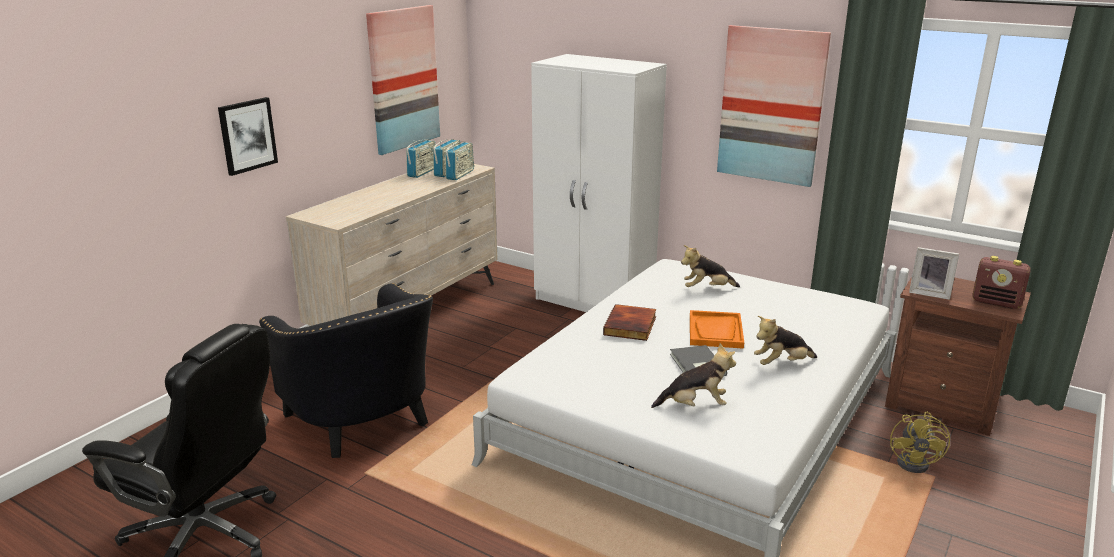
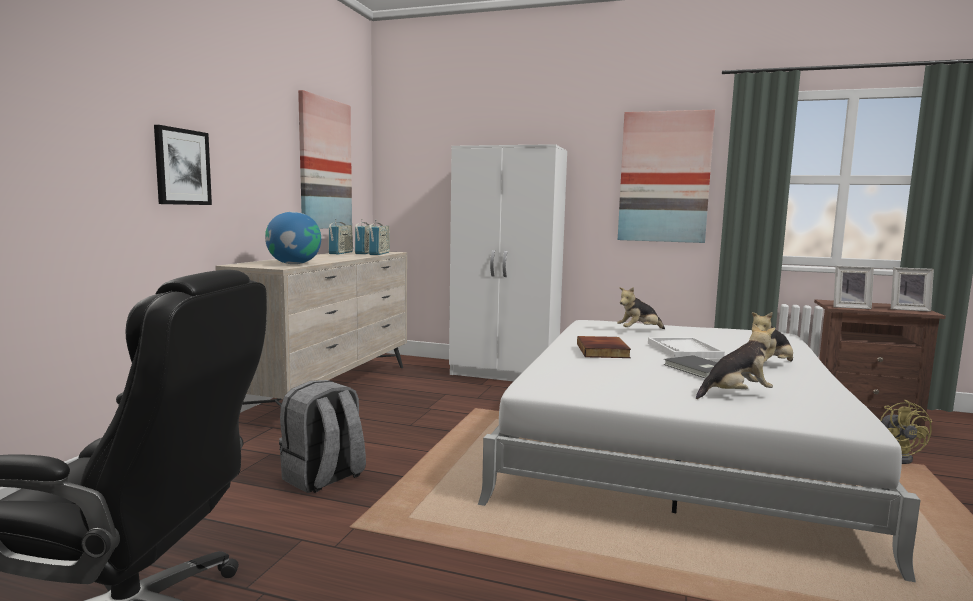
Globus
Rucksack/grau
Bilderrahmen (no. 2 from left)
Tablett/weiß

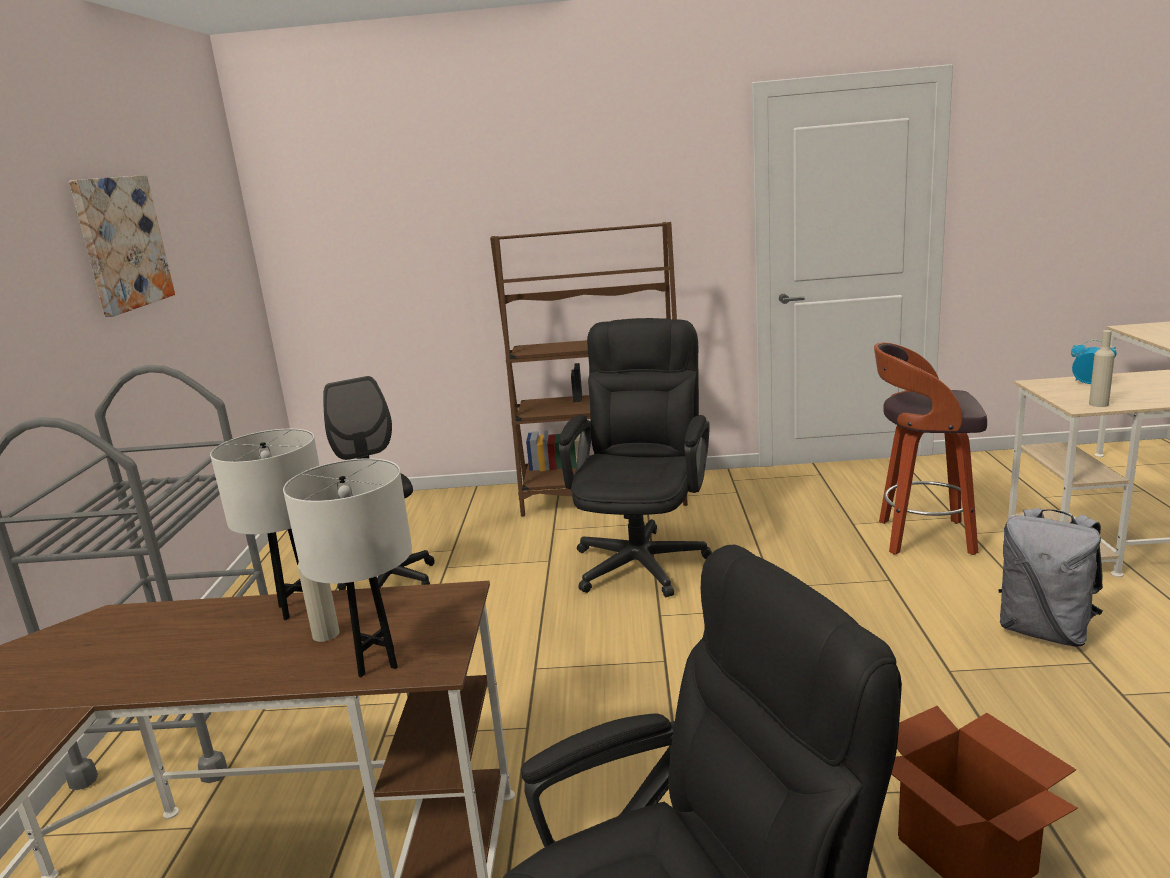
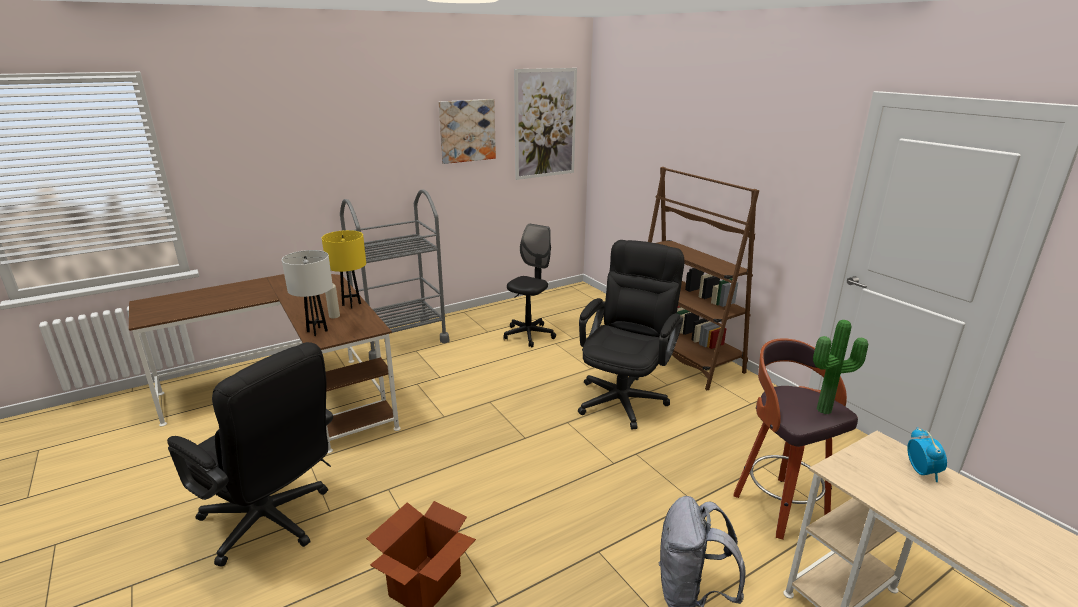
Flasche/beige (no. 2 from left in the first image)
Bild (no. 2 from left)
Topfpflanze
Tischlampe/gelb
Bürostuhl/schwarz (no. 3 from left)

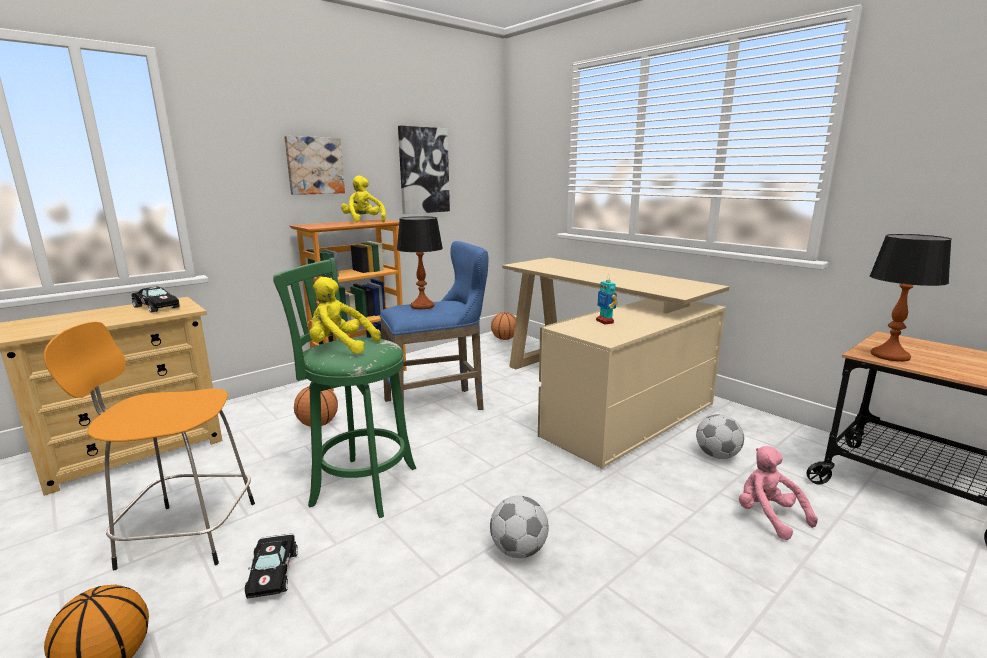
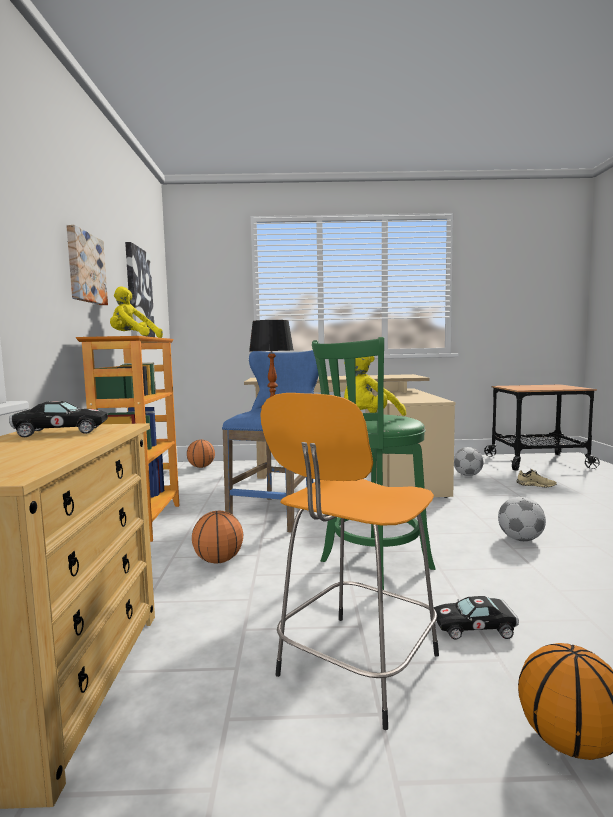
Spielzeugroboter
Tischlampe (no. 2 from left in the first image)
Schuh/beige
Spielzeugauto/schwarz (no. 2 from left)

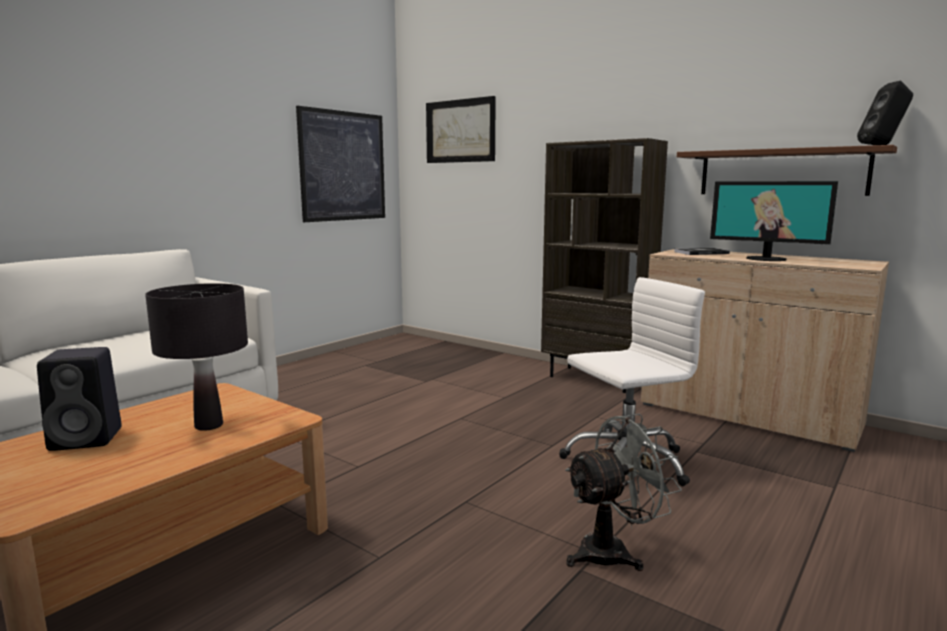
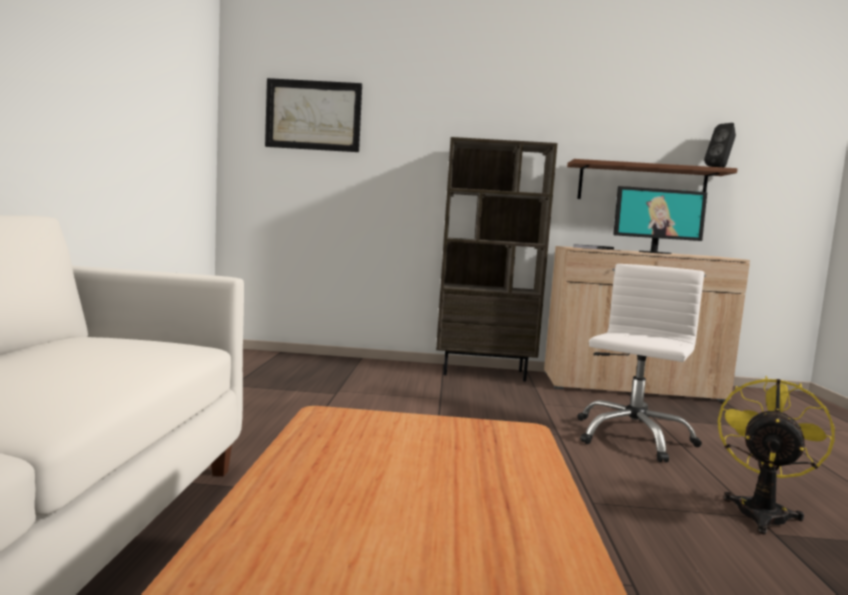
Lautsprecher/schwarz (no. 1 from left in the first image)
Tischlampe/schwarz
Bild (no. 1 from left in the first image)
Ventilator/gelb

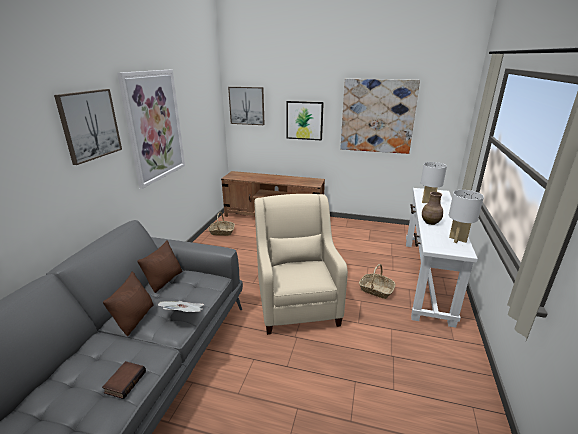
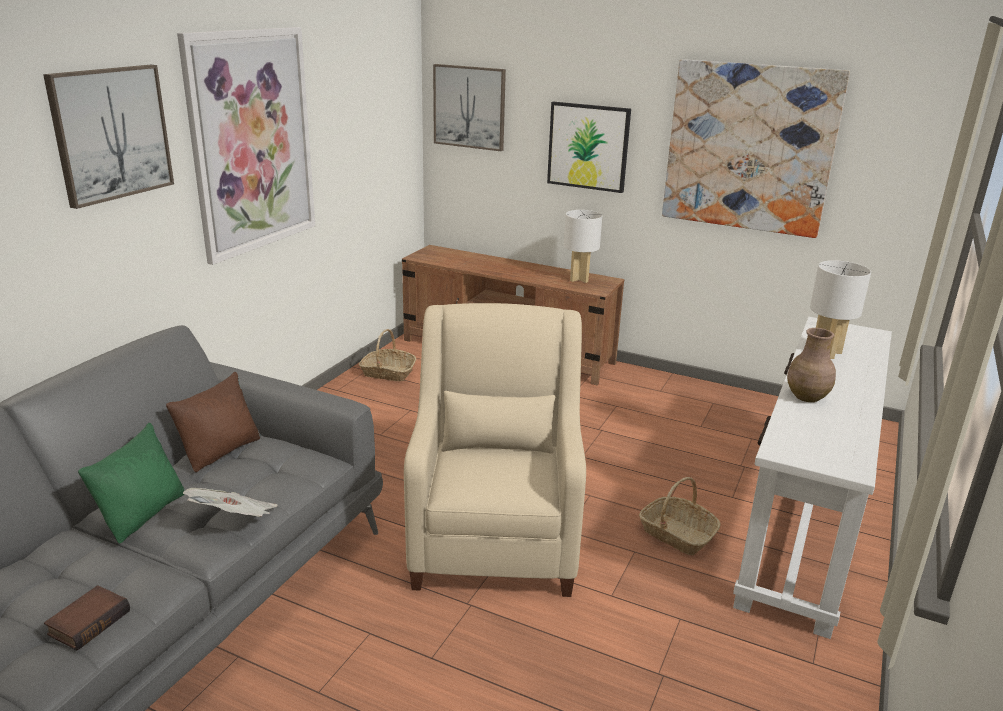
Tischlampe/weiß (no. 1 from left)
Kissen/grün

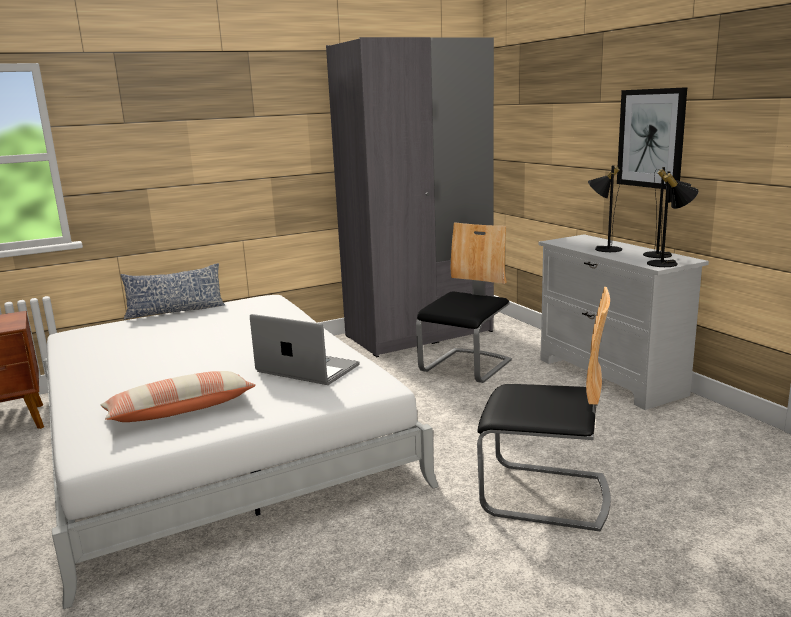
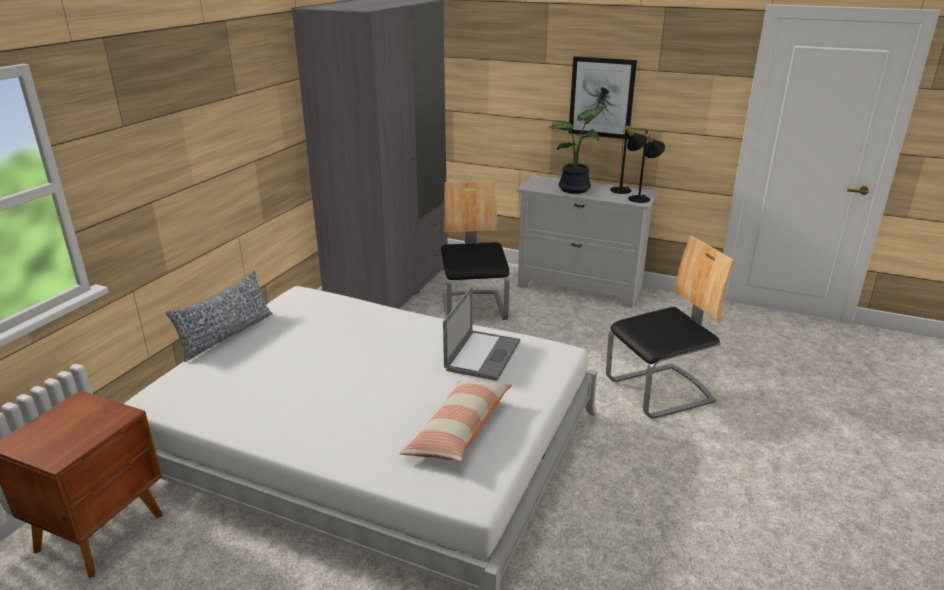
Topfpflanze
Laptop

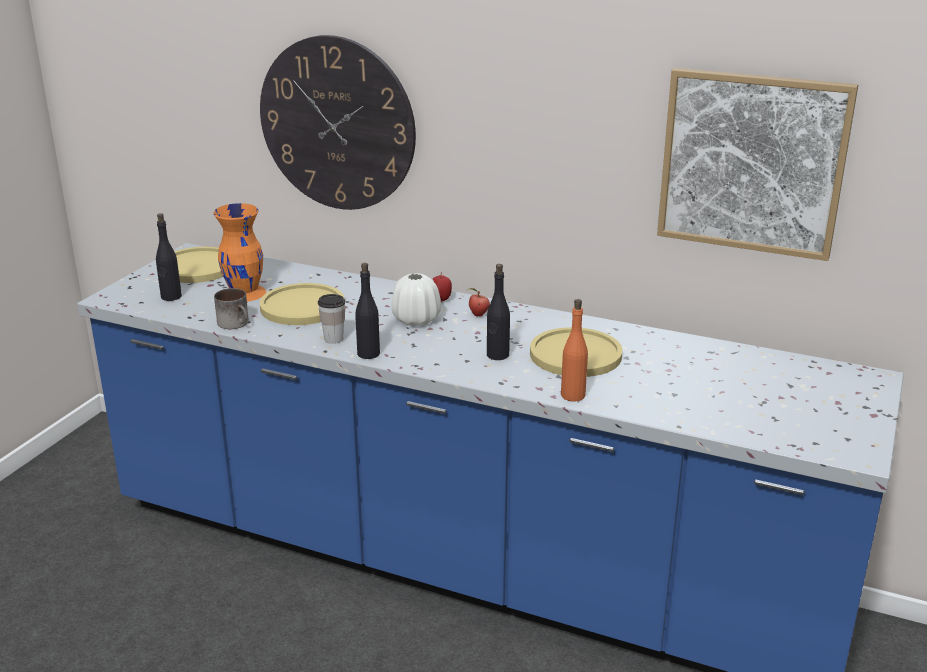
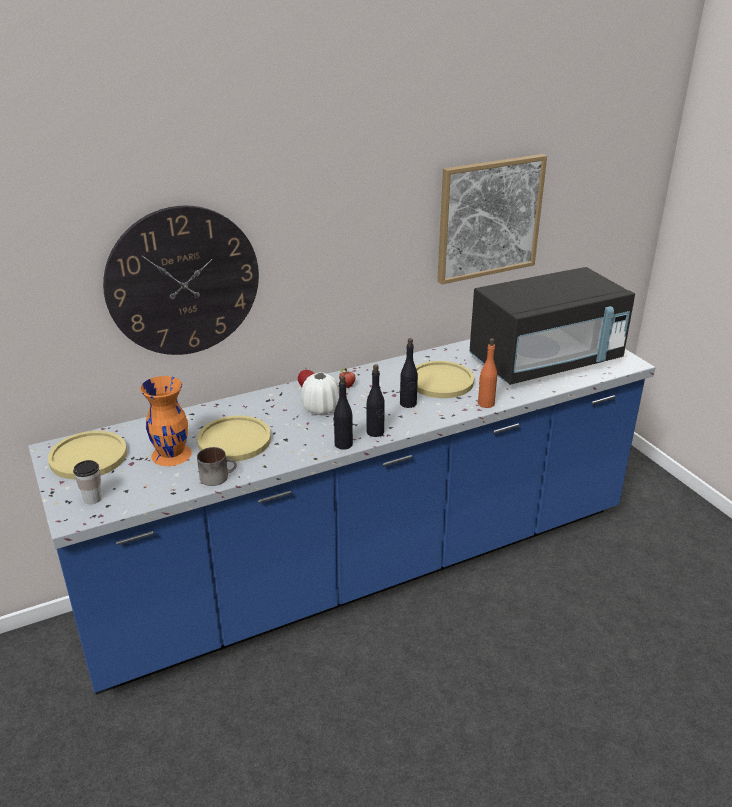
Mikrowelle/schwarz
Flasche/schwarz (no. 2 from left)
Tasse

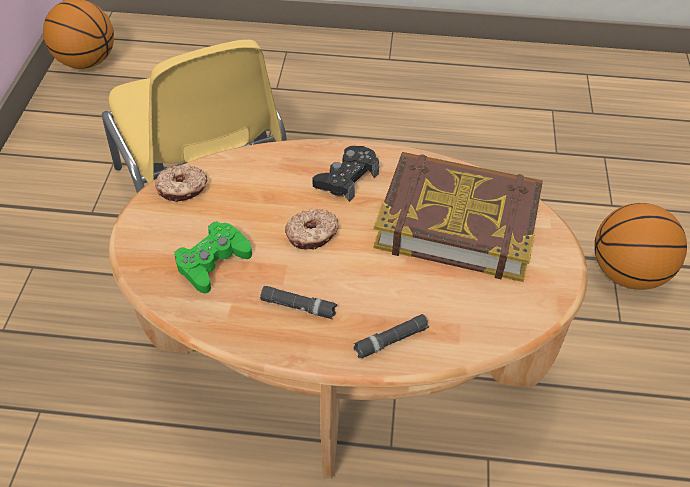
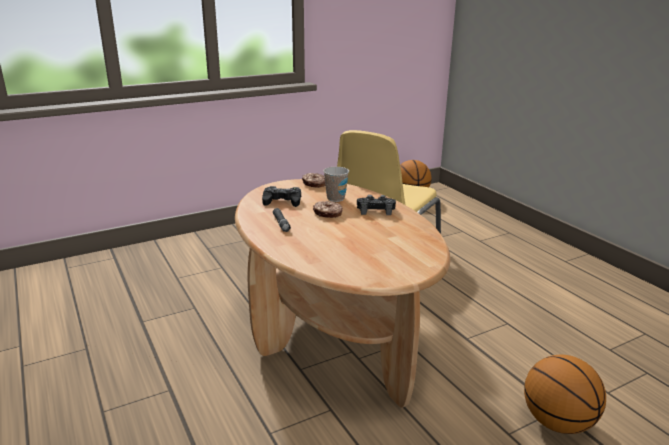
Taschenlampe/schwarz (no. 2 from left in the first image)
Buch
Tasse
Gamepad/schwarz (no. 1 from left)

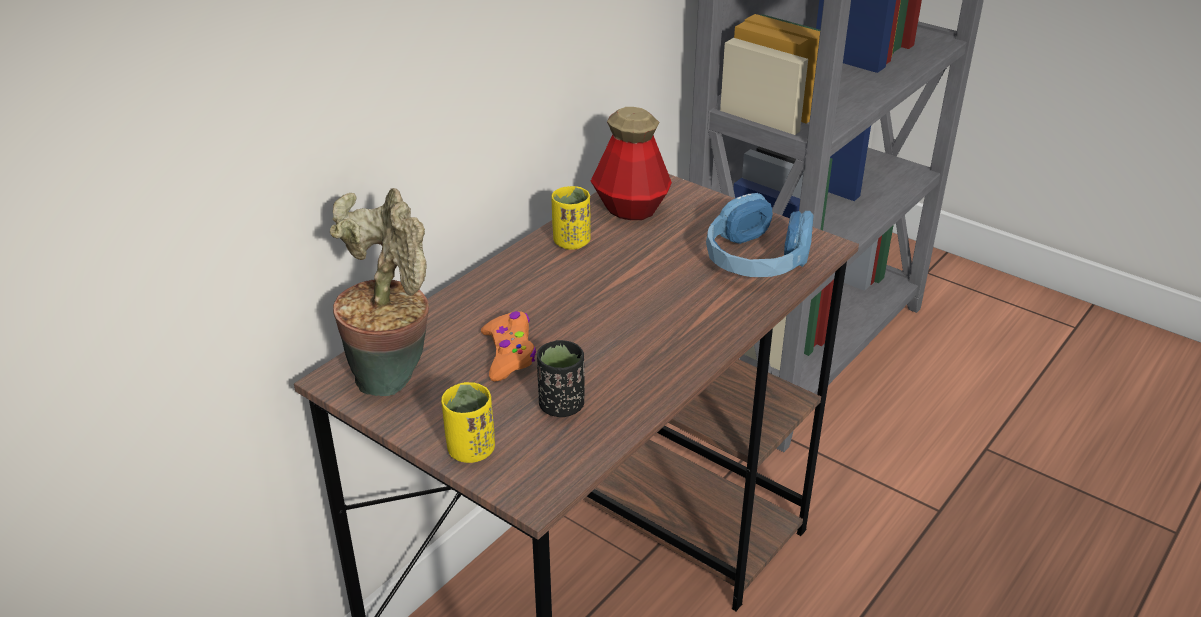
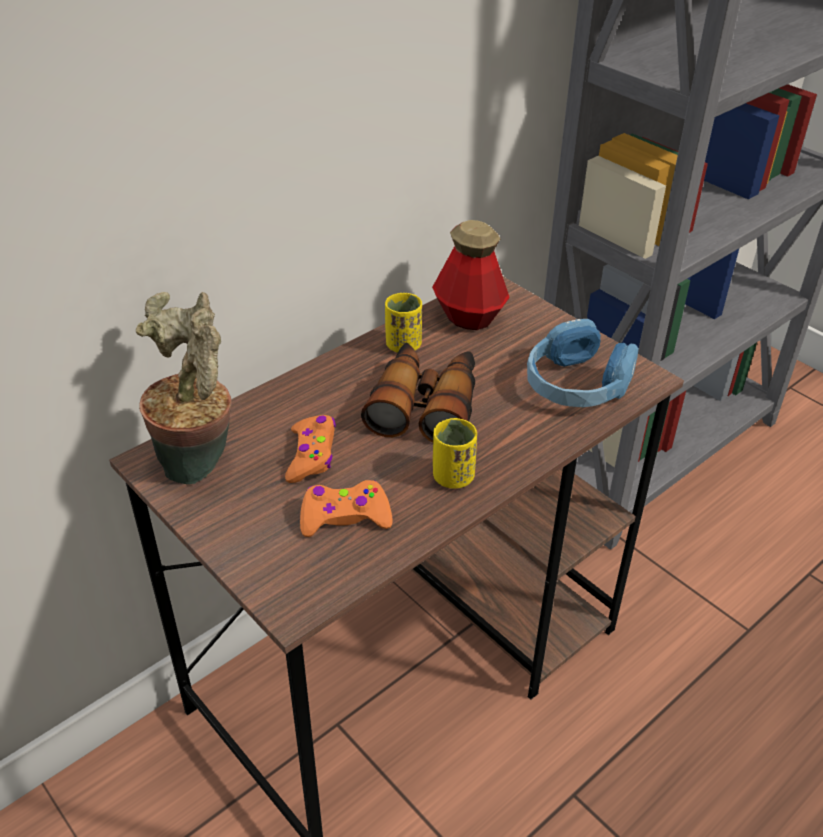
Fernglas
Tasse/gelb (no. 2 from left)
Gamepad/orange (no. 2 from left)

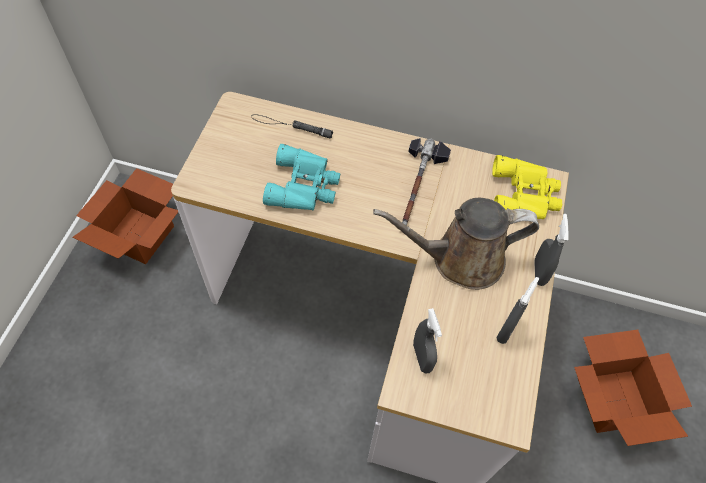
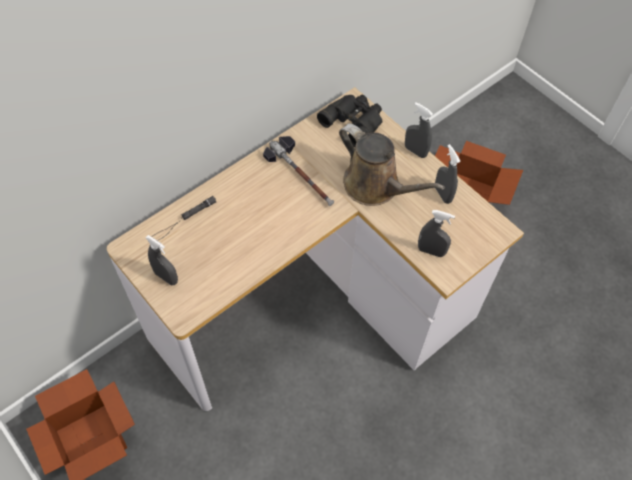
Fernglas/türkis
Sprühflasche/grau (no. 1 from left)
Fernglas/schwarz
Gießkanne/braun

